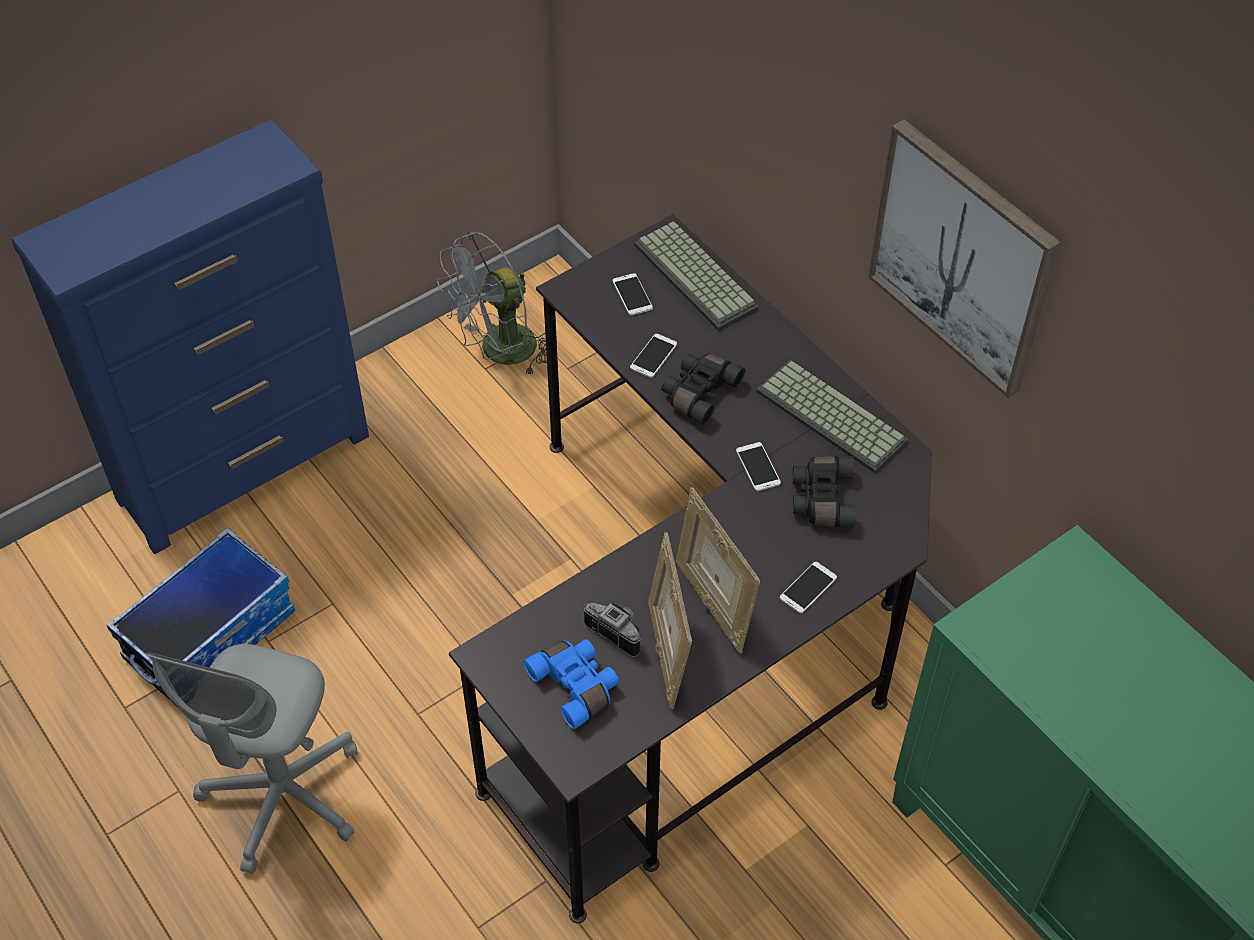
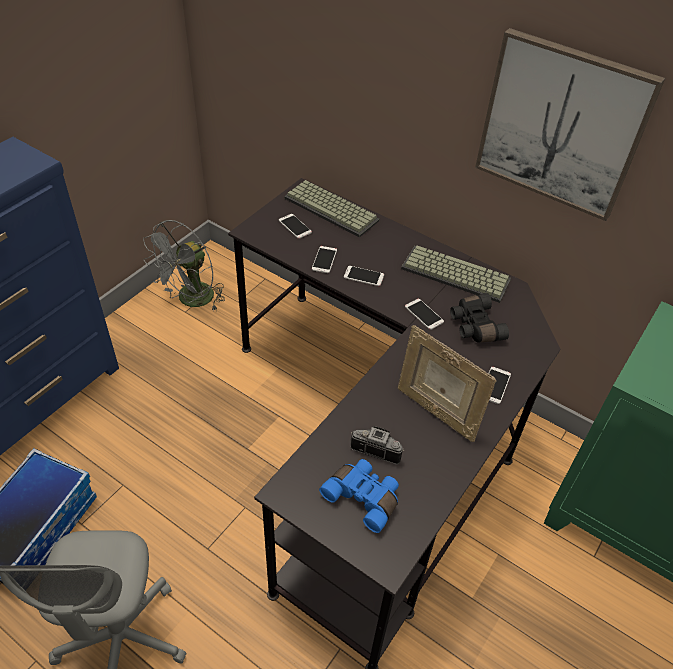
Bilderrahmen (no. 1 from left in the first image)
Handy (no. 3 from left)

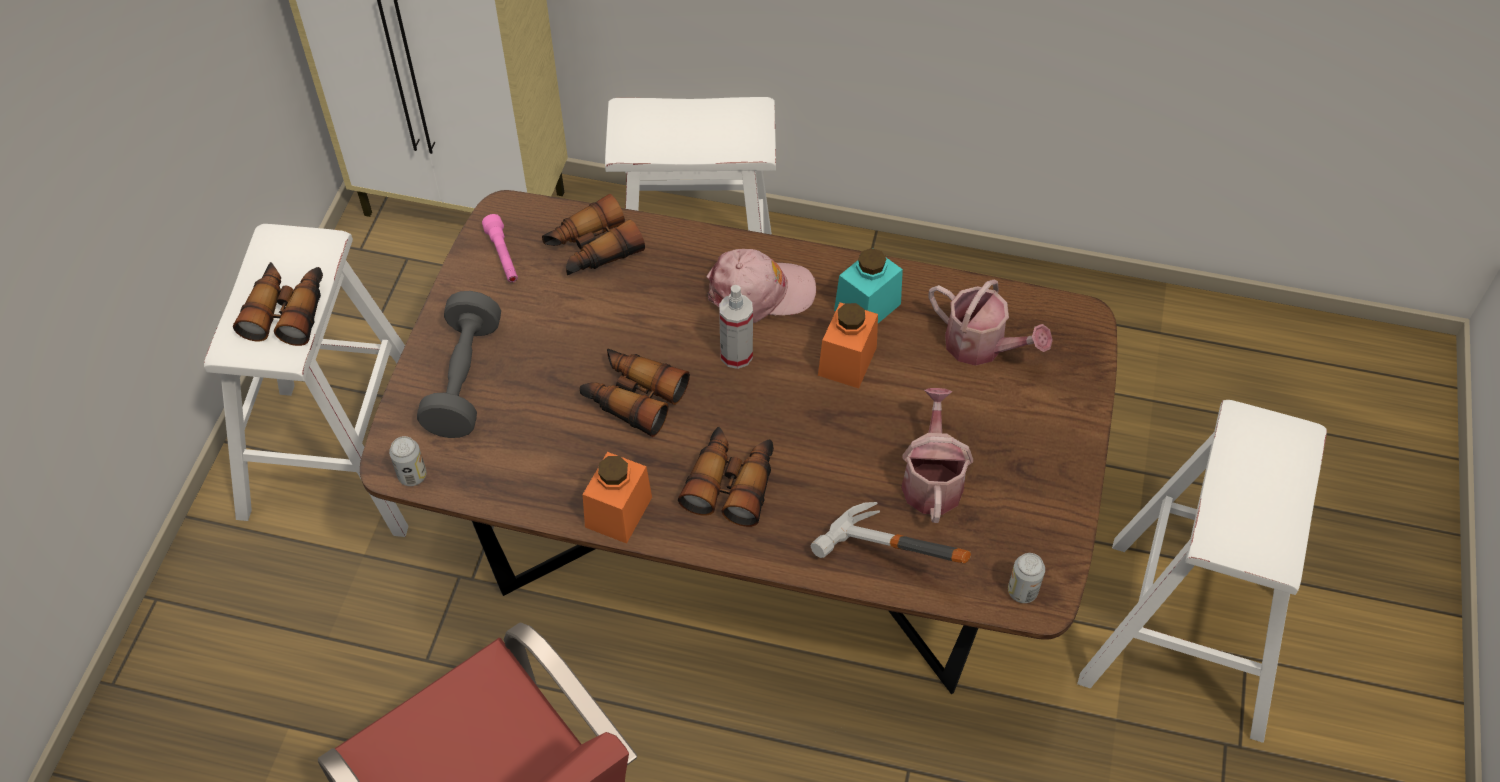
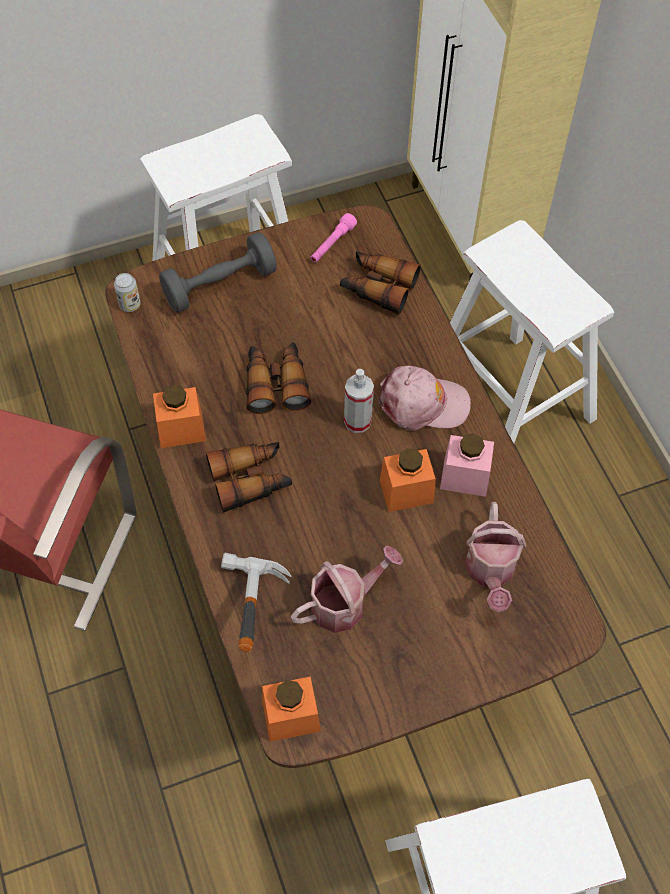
Fernglas (no. 1 from left in the first image)
Vorratsglas/orange (no. 2 from left)
Vorratsglas/rosa
Kappe/rosa

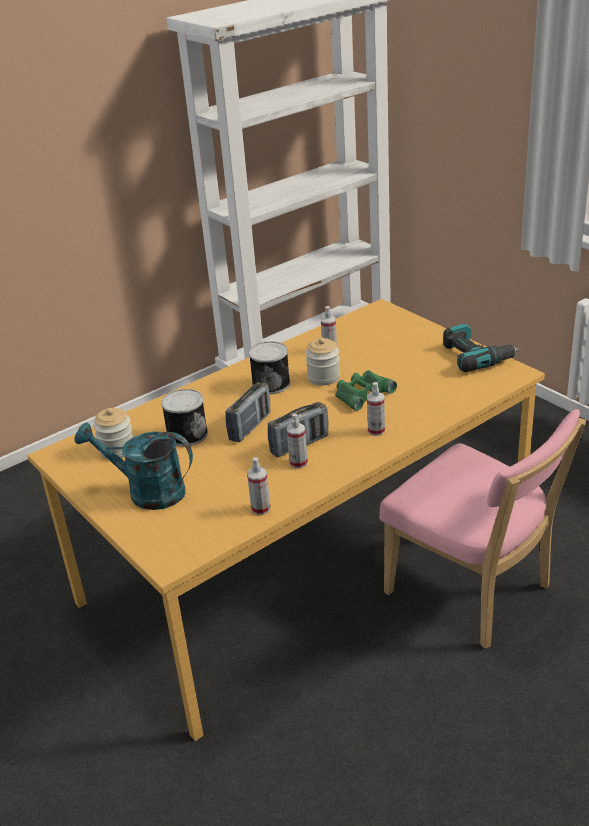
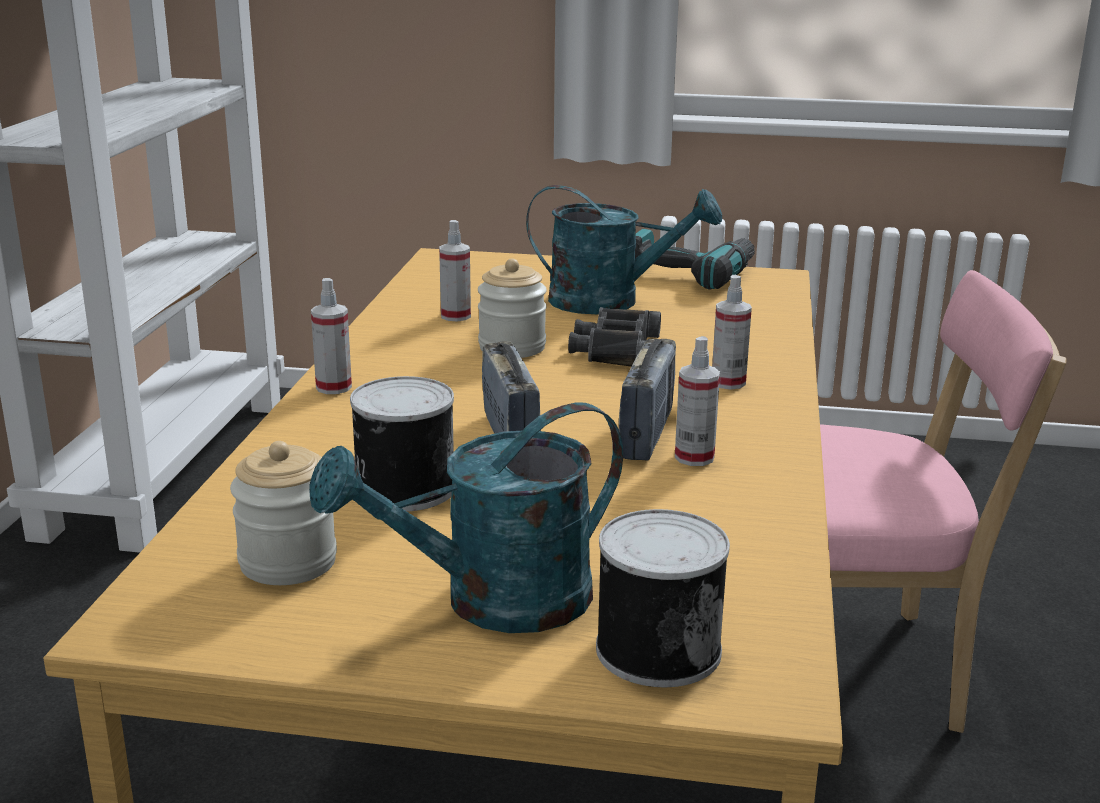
Gießkanne/türkis (no. 2 from left)
Sprühflasche (no. 1 from left)
Dose (no. 2 from left)
Fernglas/schwarz

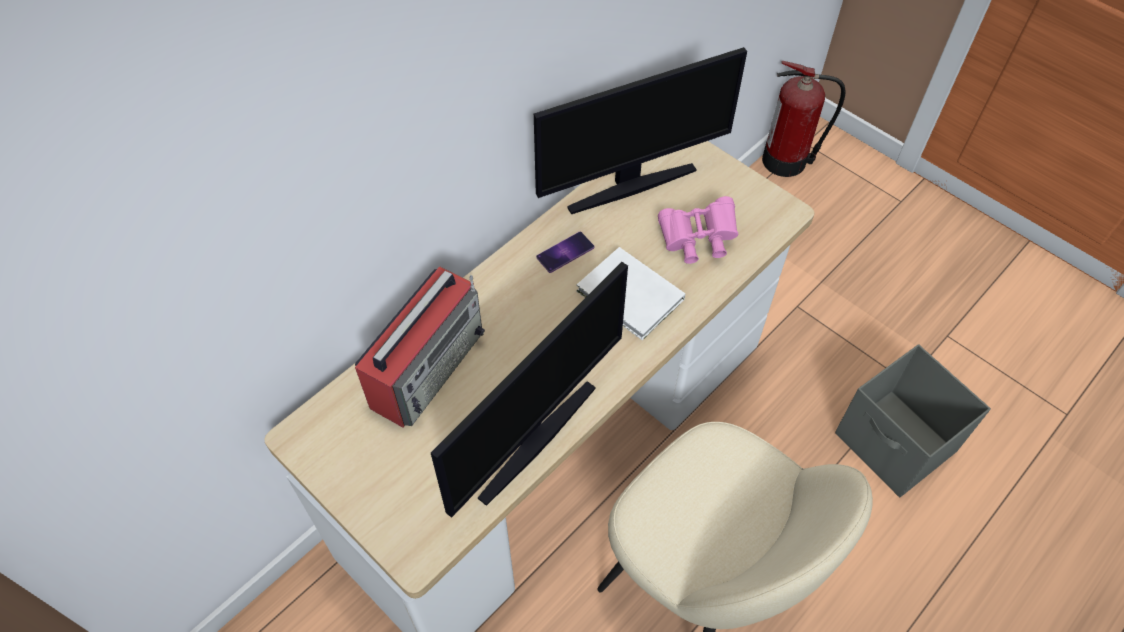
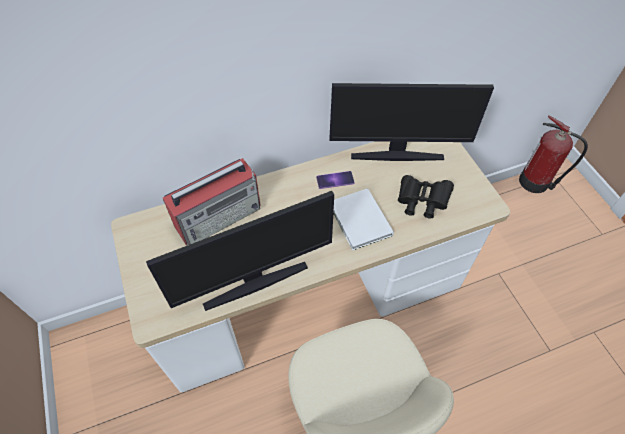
Aufbewahrungsbox/grau
Fernglas/schwarz

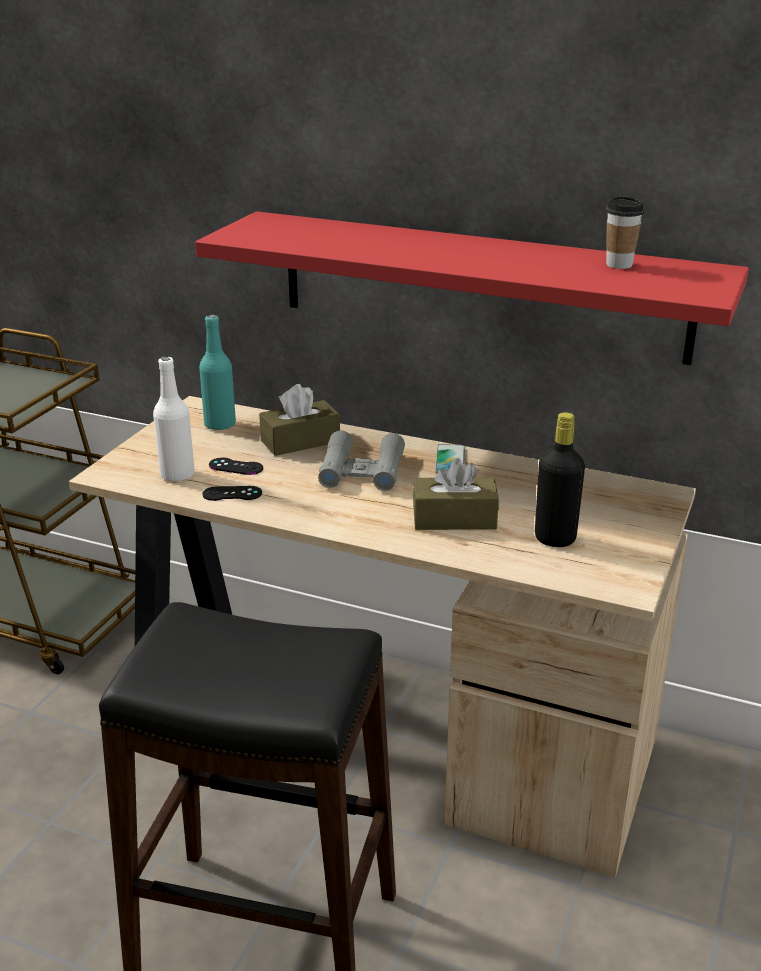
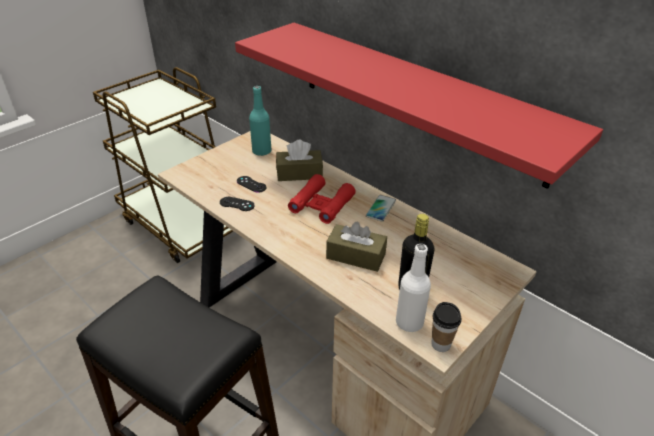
Flasche/weiß
Tasse
Fernglas/rot

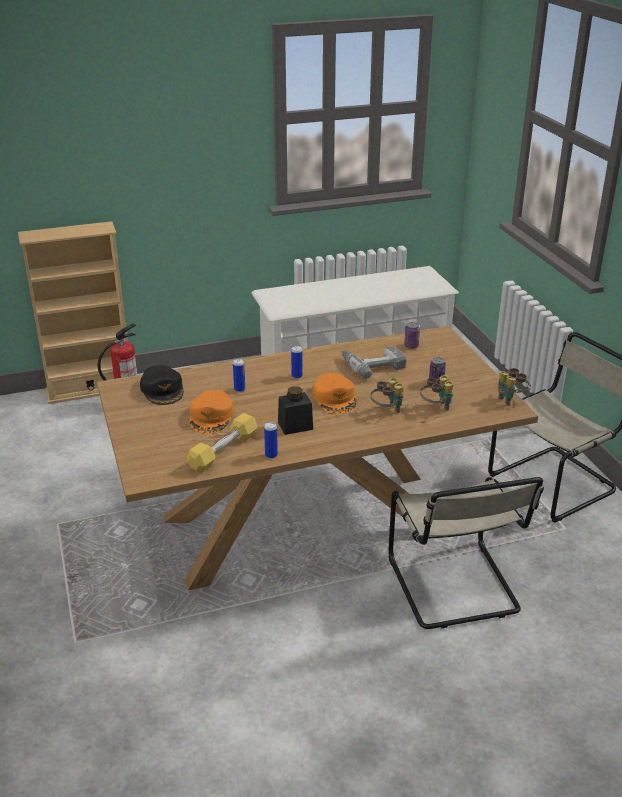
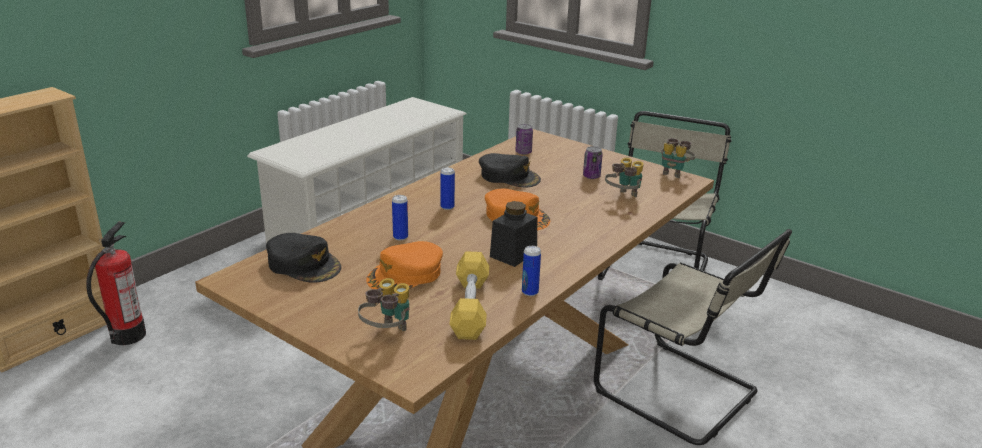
Fernglas (no. 1 from left)
Kappe/schwarz (no. 2 from left)
Kappe/orange (no. 1 from left)

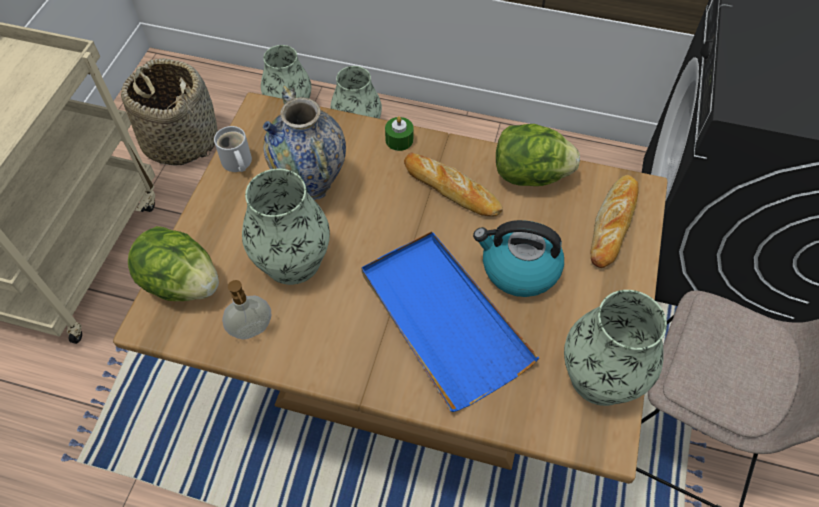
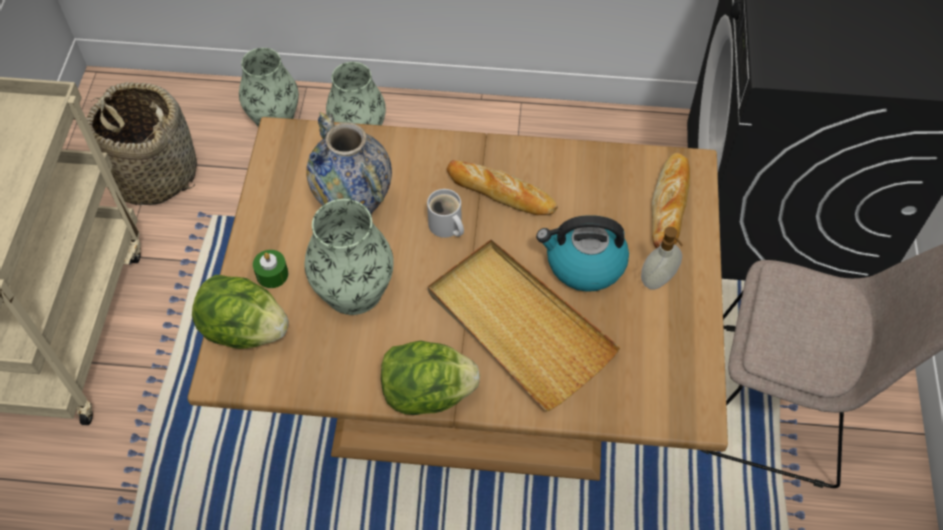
Vase (no. 5 from left in the first image)
Henkelbecher/weiß
Seifenspender
Kerze/grün
Salatkopf (no. 2 from left)
Tablett/beige

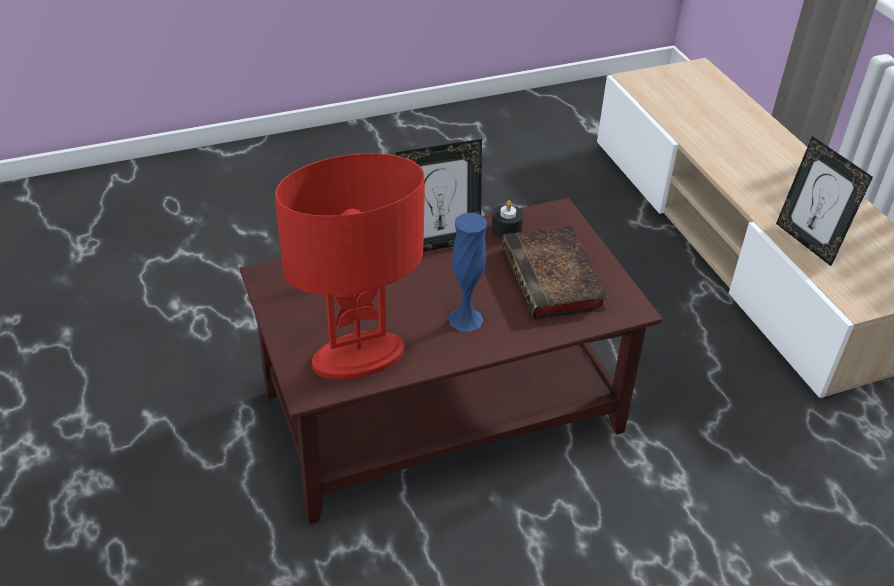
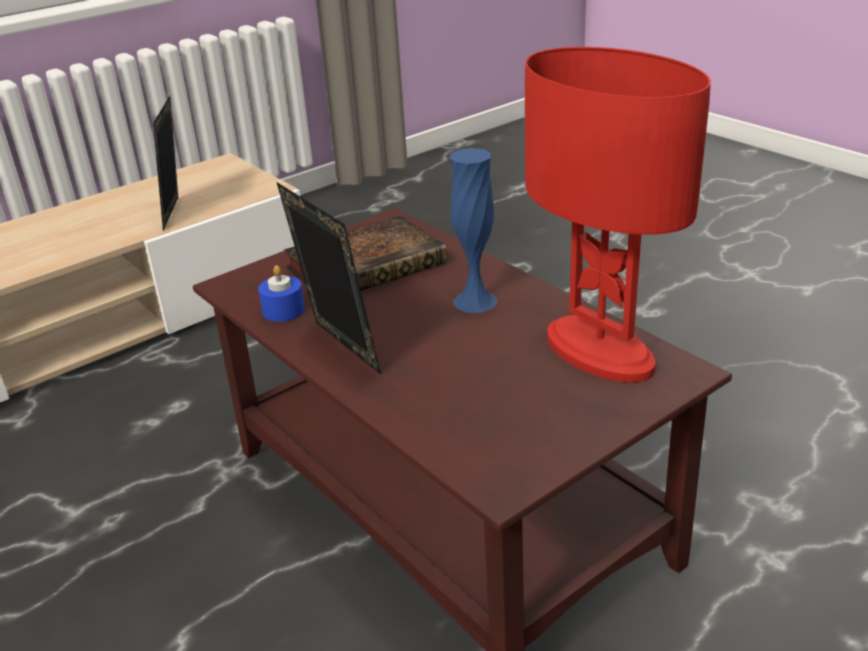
Kerze/blau
Bilderrahmen (no. 1 from left)

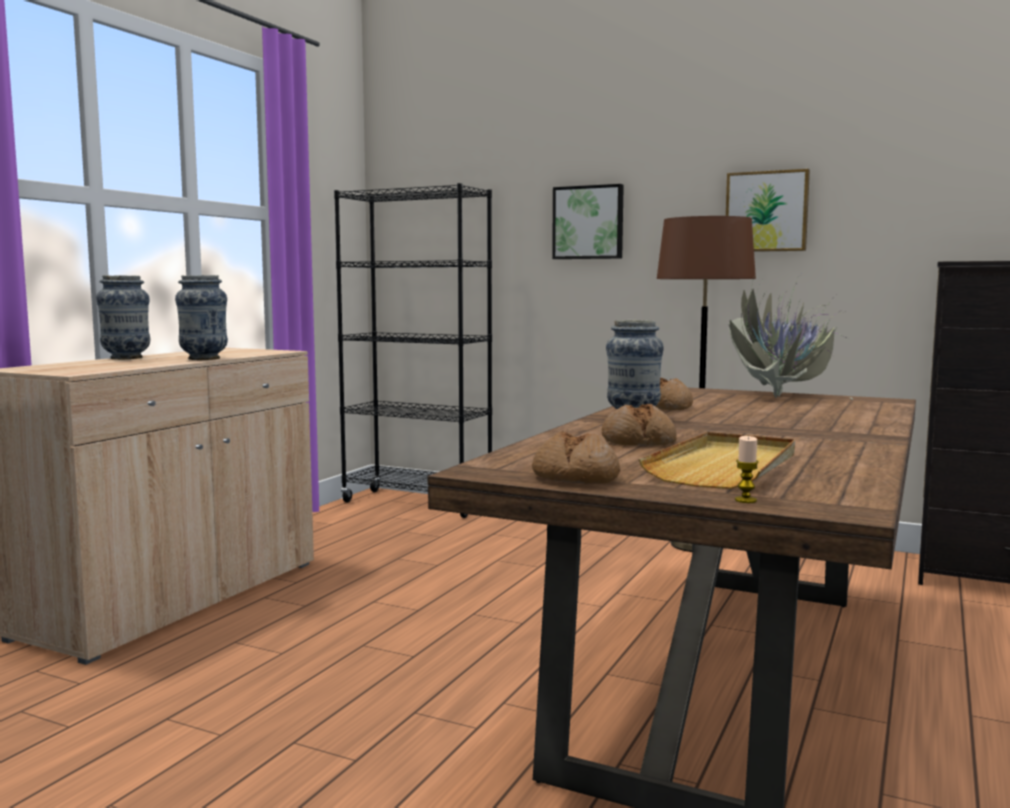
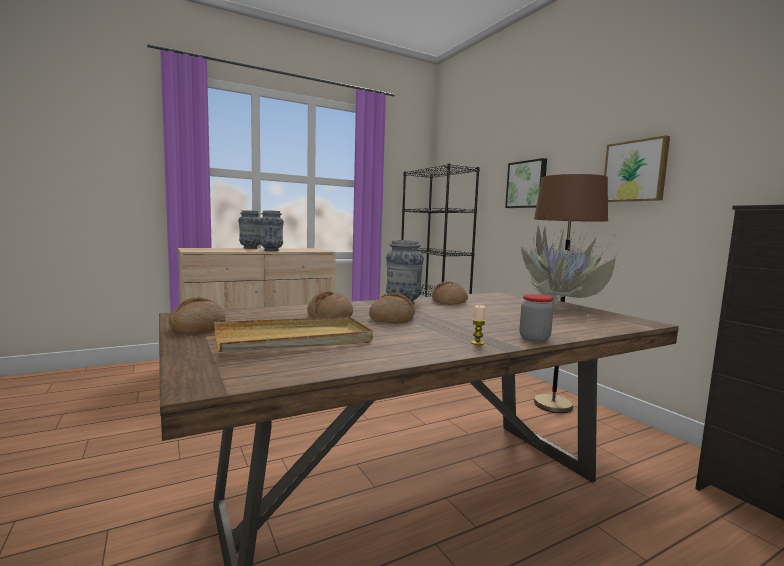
Brot (no. 3 from left)
Vorratsglas
Kerze

